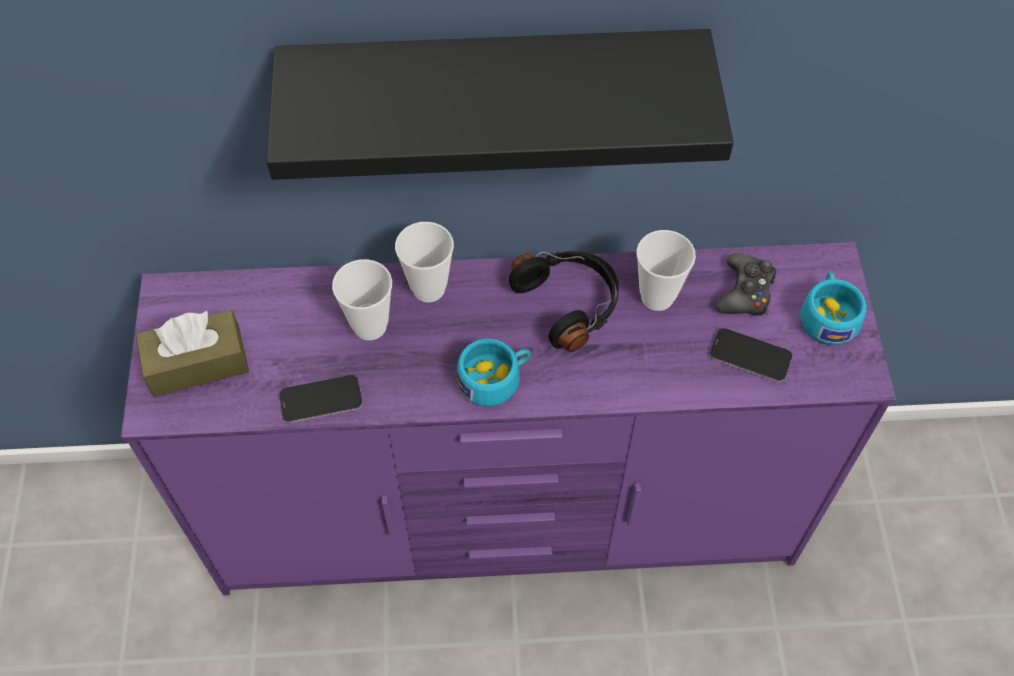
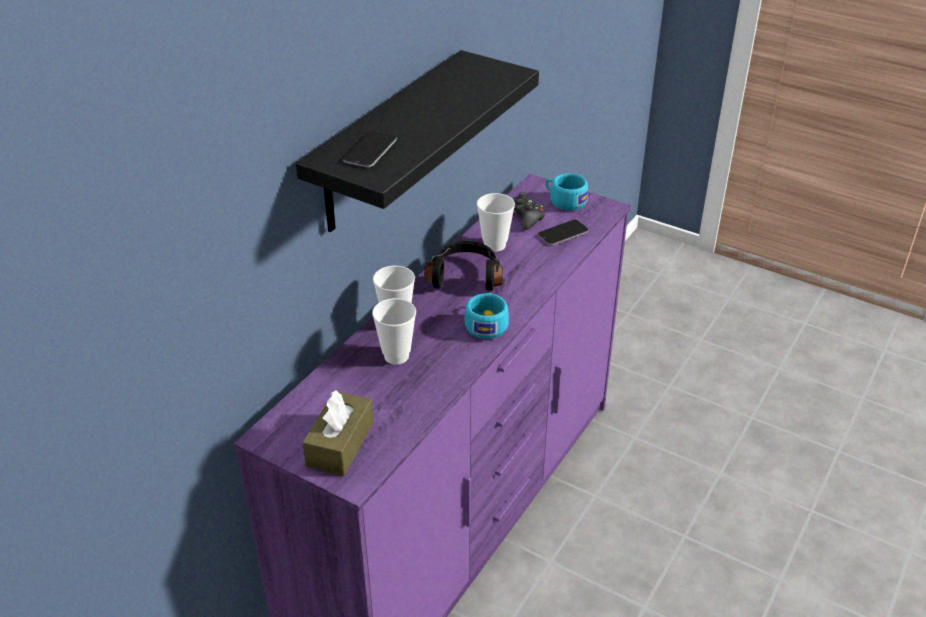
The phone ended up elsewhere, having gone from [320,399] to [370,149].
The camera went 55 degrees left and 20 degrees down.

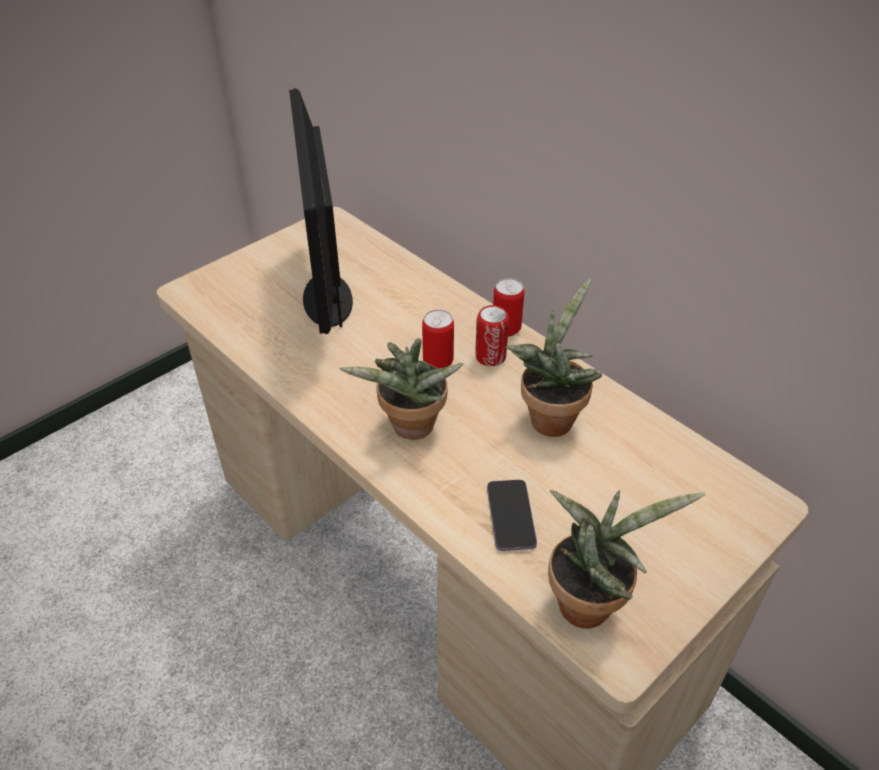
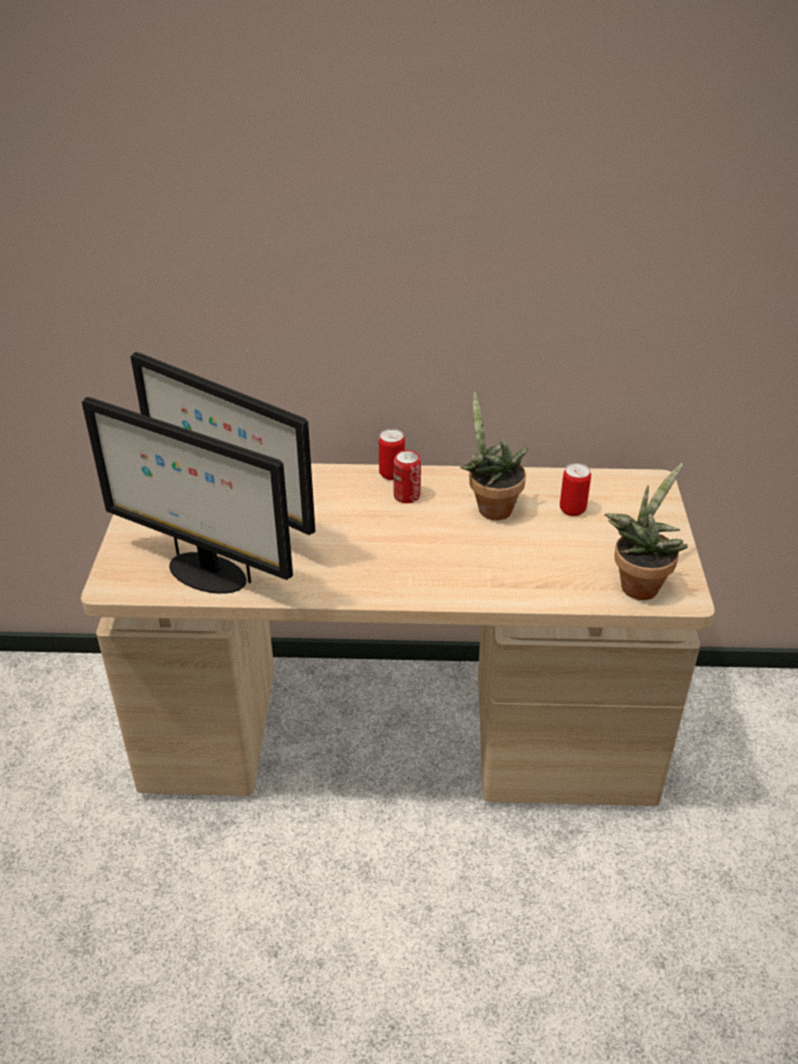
The second view lost the potted plant at [401,389].
The second view lost the phone at [512,515].
The second view gained the monitor at [187,495].
The can ended up elsewhere, having gone from [438,339] to [575,489].
The camera went 45 degrees left and 5 degrees down.

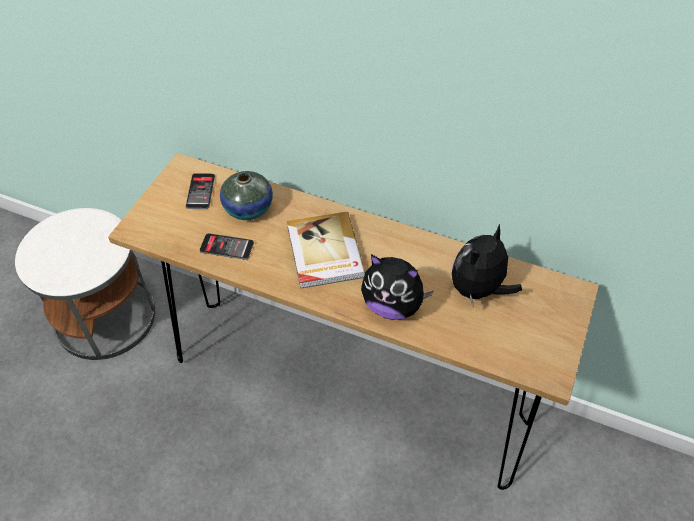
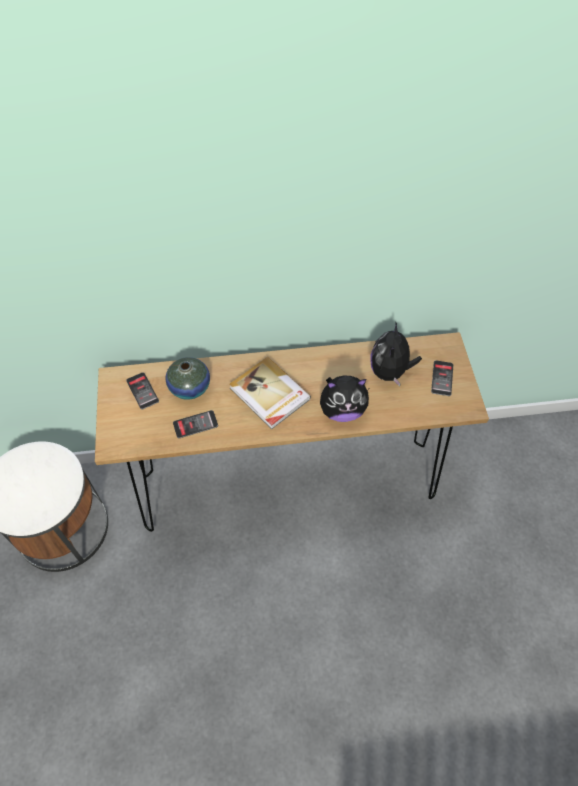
The second view gained the phone at [442,378].
The camera went 30 degrees left and 5 degrees up.

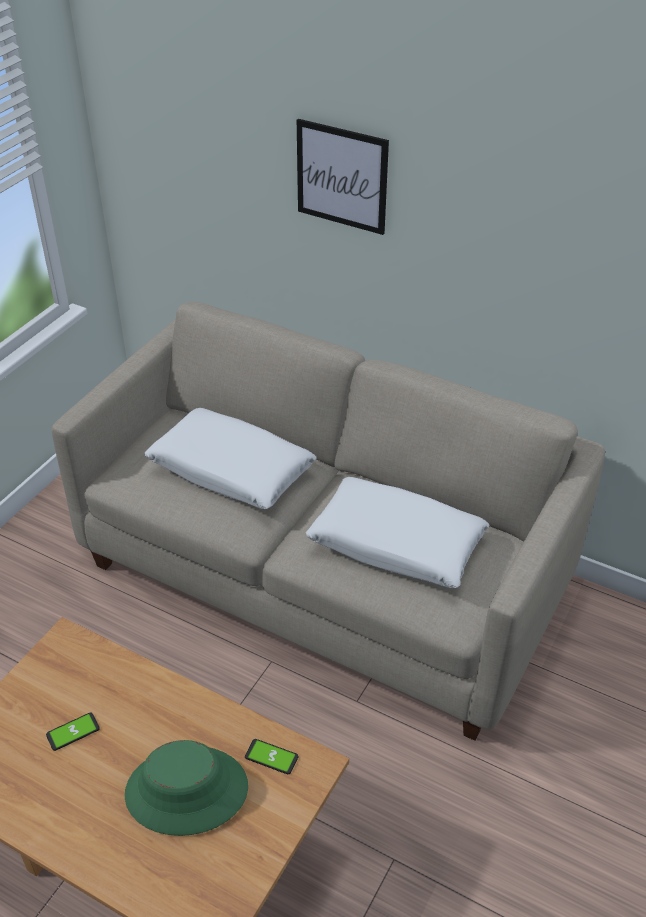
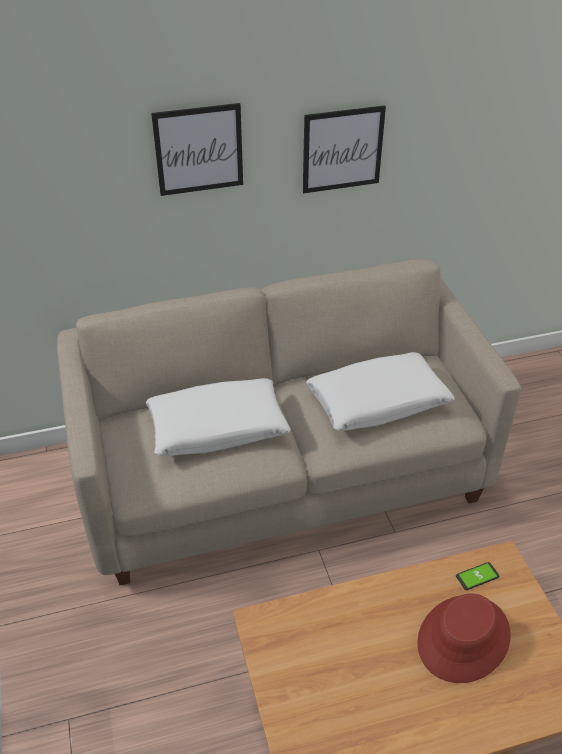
The second view lost the phone at [73,732].
The second view gained the picture at [344,149].
What was the hat (green) at [186,788] turned into the hat (red) at [464,638].
The camera went 45 degrees left and 0 degrees up.

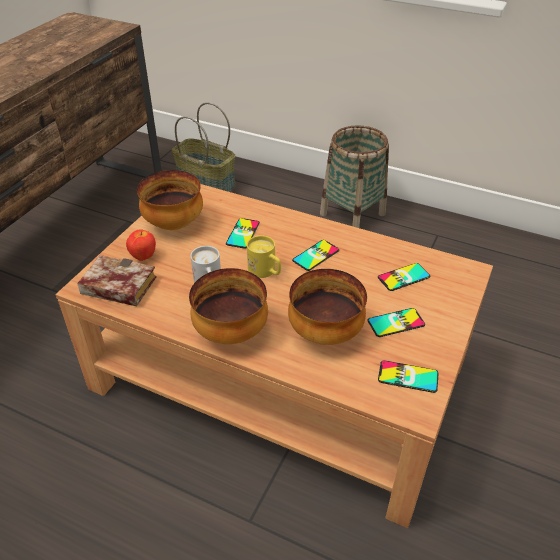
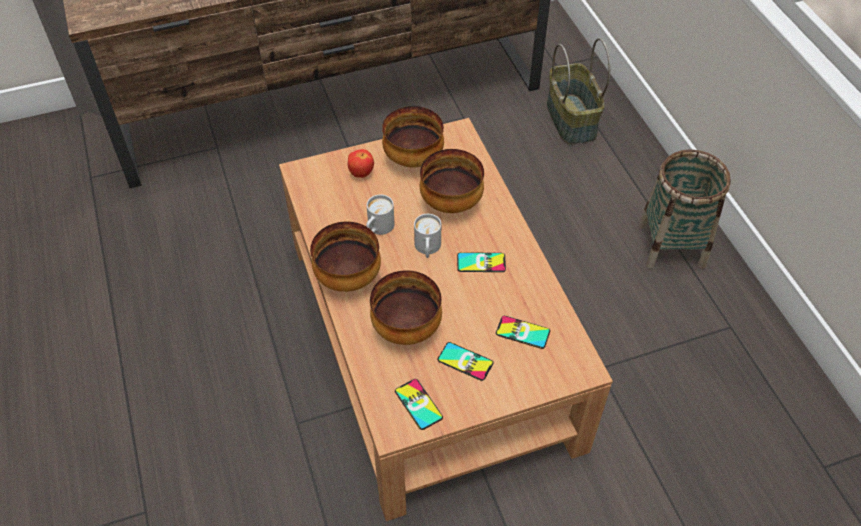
The second view lost the book at [117,280].
Where the phone stood at [243,233], the bowl came to stand at [452,181].
What was the mug (yellow) at [264,256] turned into the mug (white) at [427,236].
The camera went 45 degrees right and 10 degrees up.

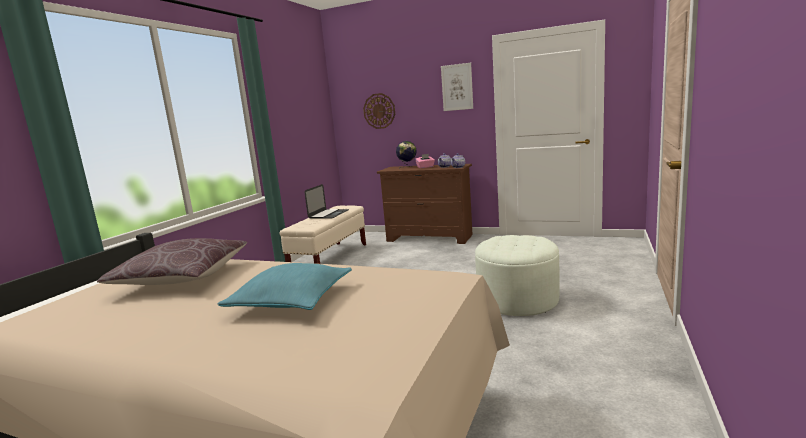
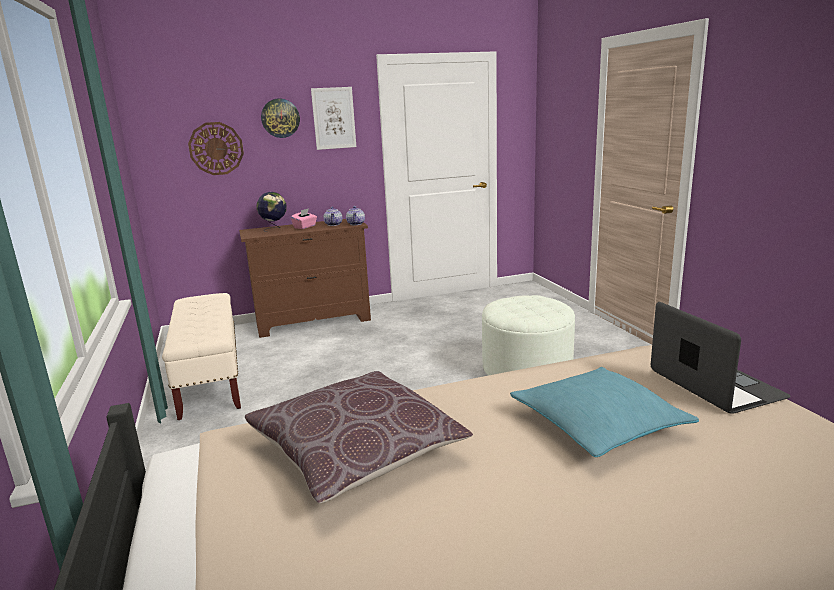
The second view gained the wall clock at [280,118].
The laptop ended up elsewhere, having gone from [326,201] to [721,358].
The camera went 40 degrees left and 5 degrees up.

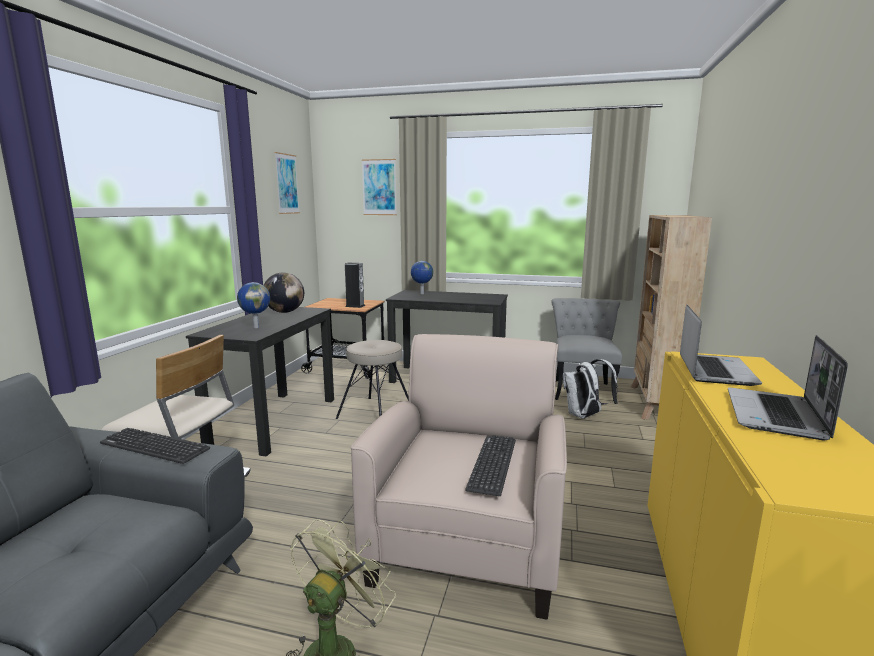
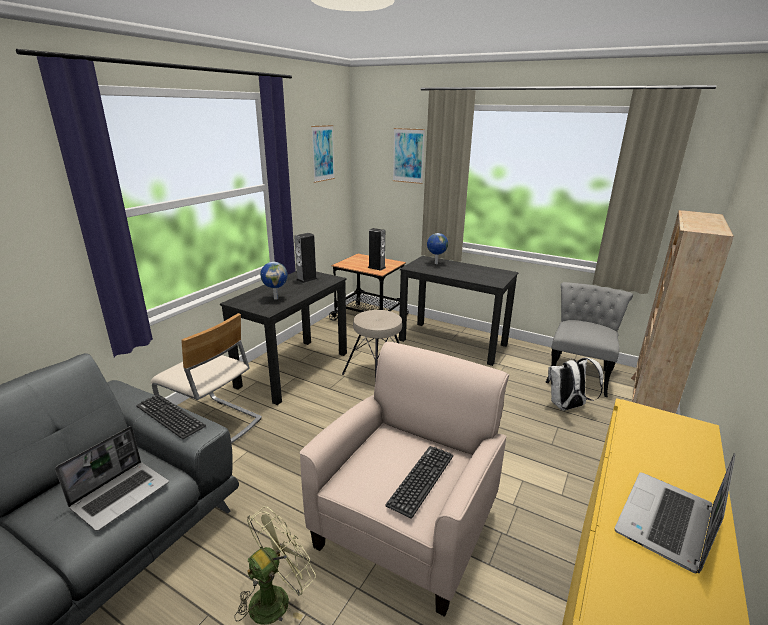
The laptop ended up elsewhere, having gone from [721,345] to [112,478].
Where the globe stood at [284,292], the speaker came to stand at [305,258].
The camera went 15 degrees right and 10 degrees up.

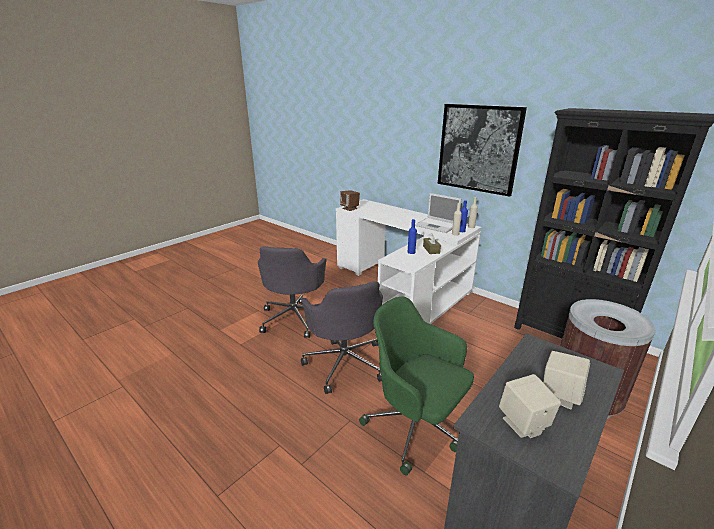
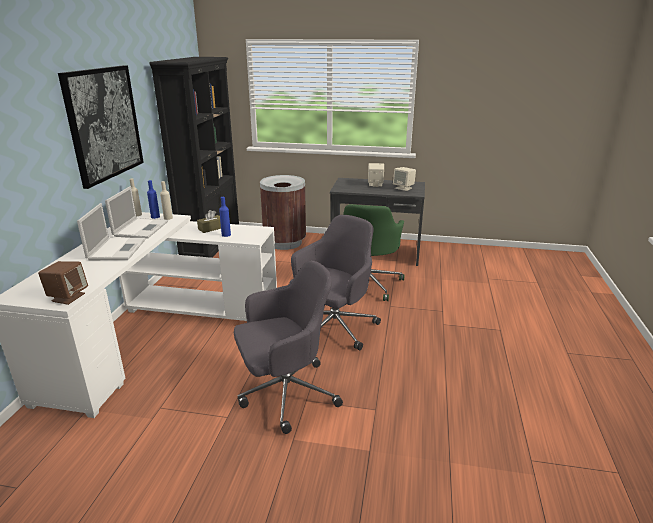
The second view gained the laptop at [111,231].
The camera went 120 degrees left and 0 degrees up.

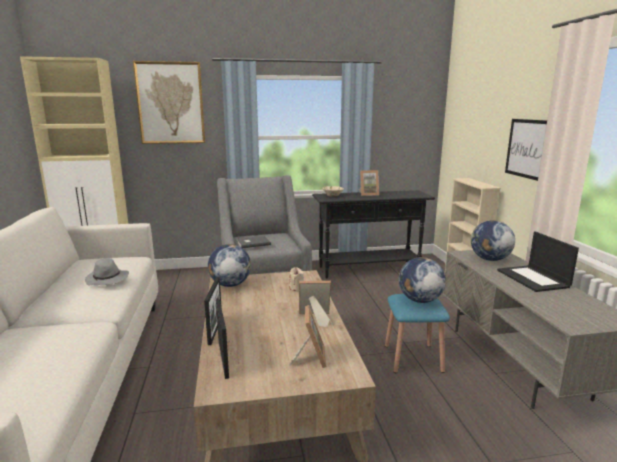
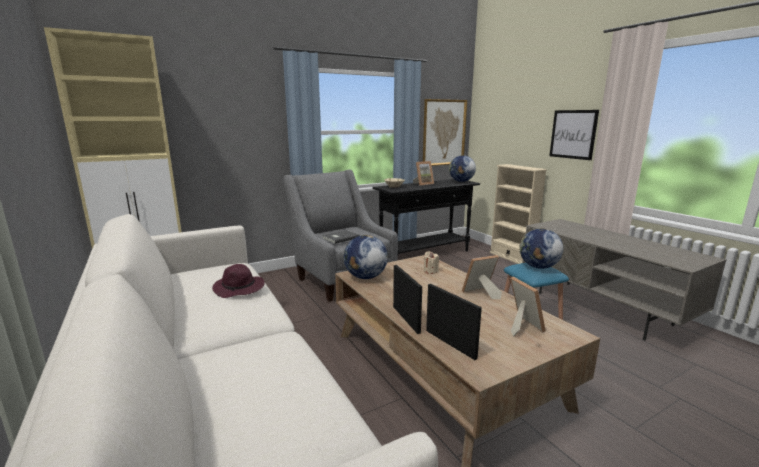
The second view lost the laptop at [538,261].
The picture ended up elsewhere, having gone from [169,102] to [445,132].
The globe ended up elsewhere, having gone from [493,240] to [462,168].
What was the hat (grey) at [107,272] turned into the hat (purple) at [238,281].
The camera went 20 degrees left and 0 degrees up.

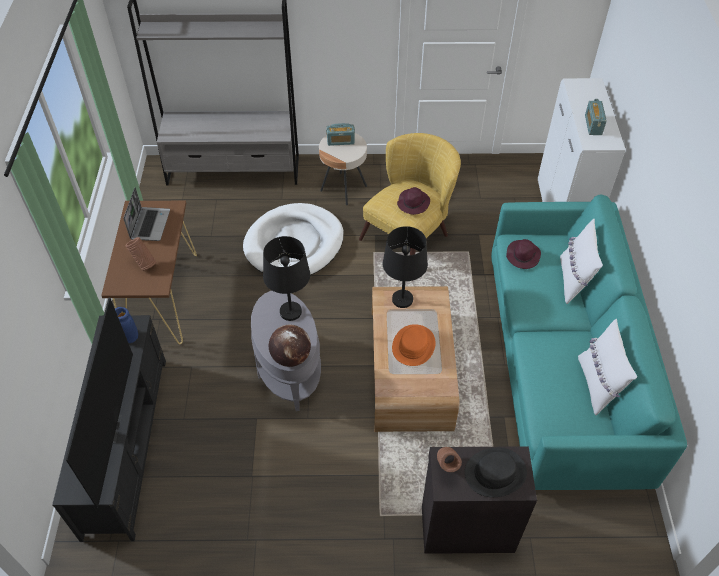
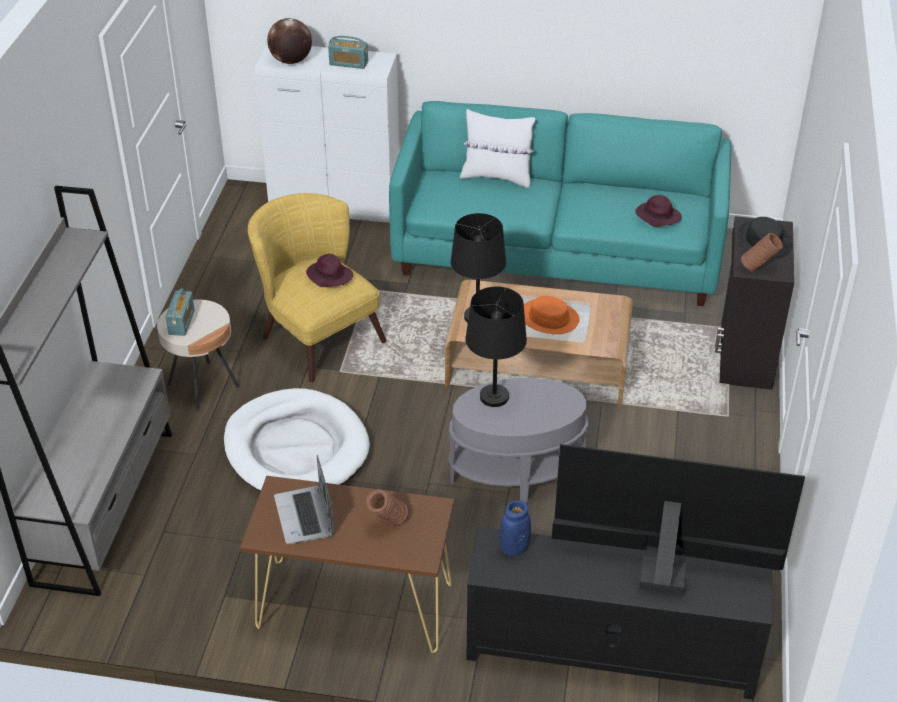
The second view lost the pillow (white) at [607,367].
The globe ended up elsewhere, having gone from [290,345] to [289,41].
The hat (purple) ended up elsewhere, having gone from [523,254] to [658,211].
The laptop at [146,214] ended up facing another way, 120 degrees counterclockwise from before.
The camera went 80 degrees left and 10 degrees down.

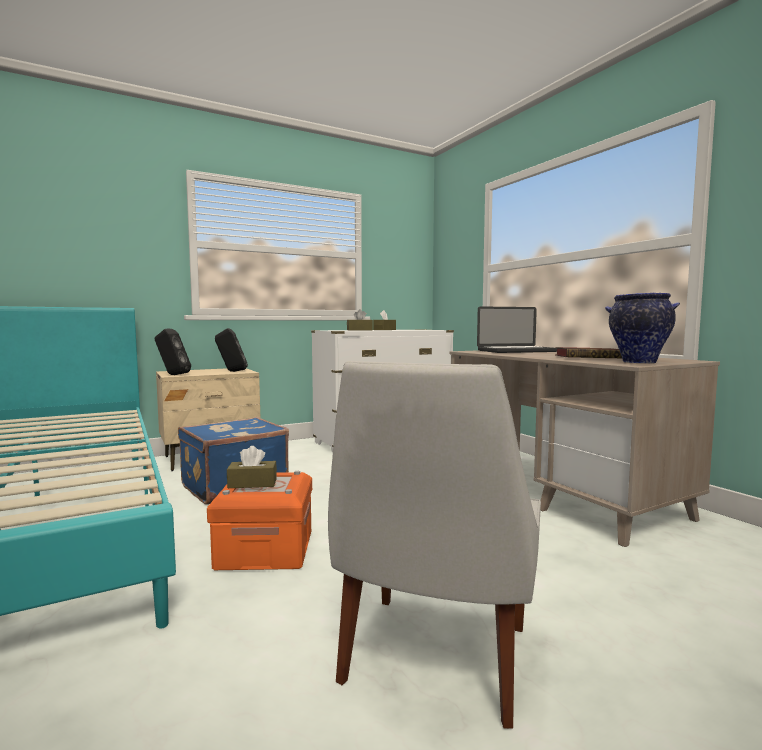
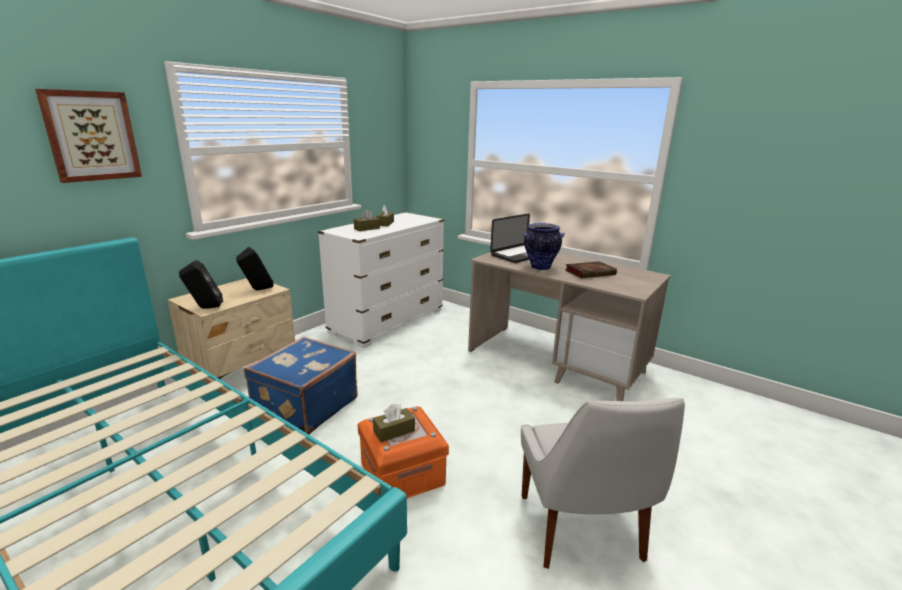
The second view gained the picture at [88,136].
The vase ended up elsewhere, having gone from [642,328] to [543,246].
The camera went 25 degrees left and 15 degrees up.

